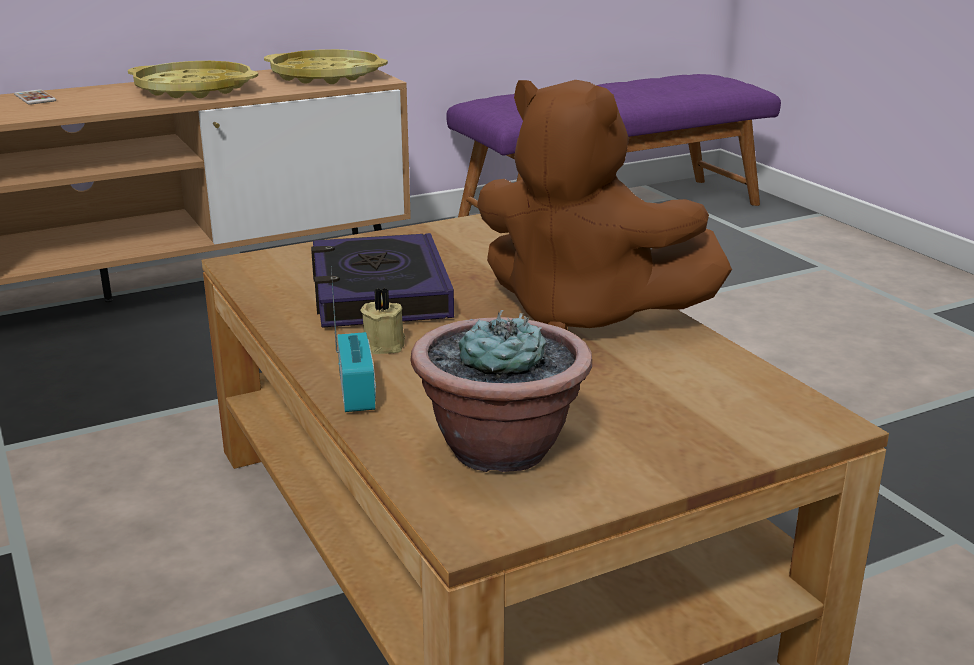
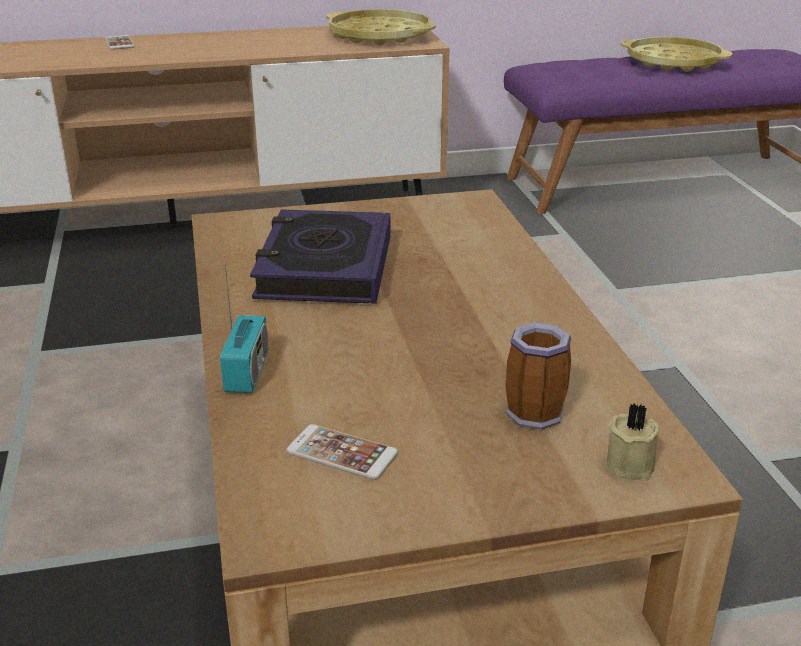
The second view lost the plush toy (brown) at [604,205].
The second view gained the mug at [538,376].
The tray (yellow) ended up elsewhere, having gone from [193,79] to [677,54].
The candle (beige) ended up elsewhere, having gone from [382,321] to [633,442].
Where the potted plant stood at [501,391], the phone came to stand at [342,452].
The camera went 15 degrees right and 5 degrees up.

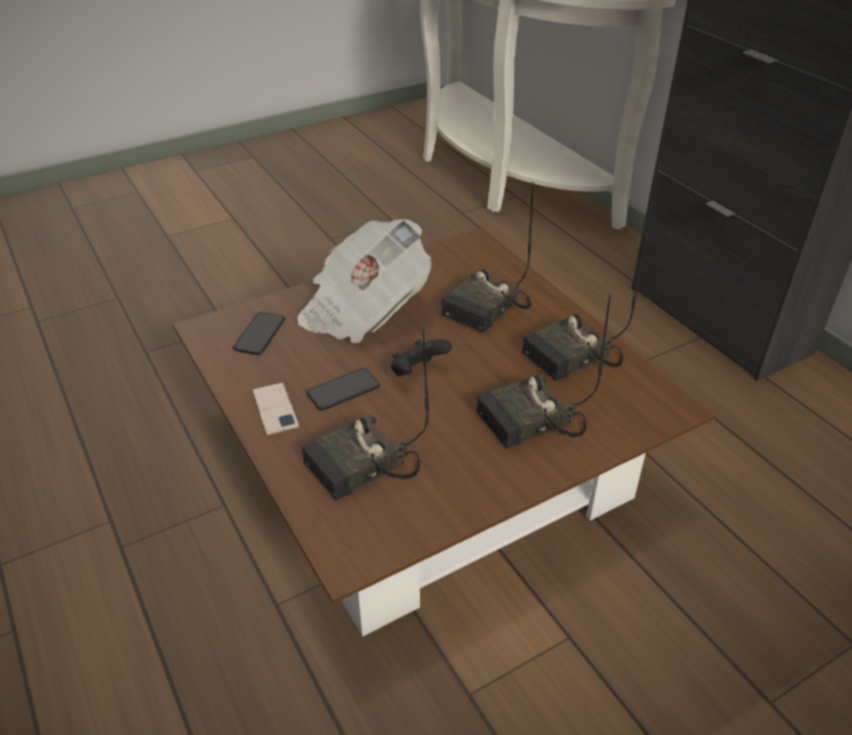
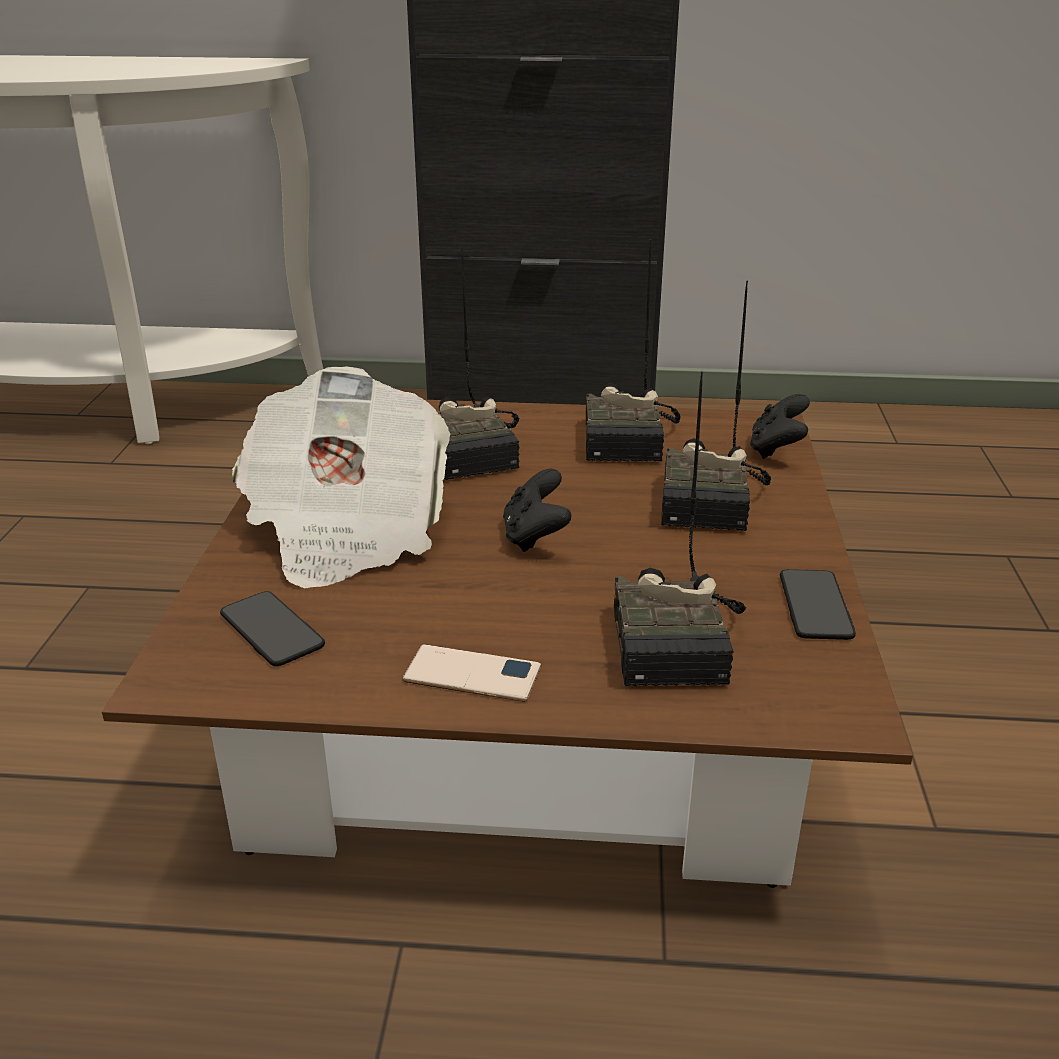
The second view gained the game controller (black) at [780,426].
The phone ended up elsewhere, having gone from [343,389] to [818,604].
The camera went 55 degrees left and 10 degrees down.

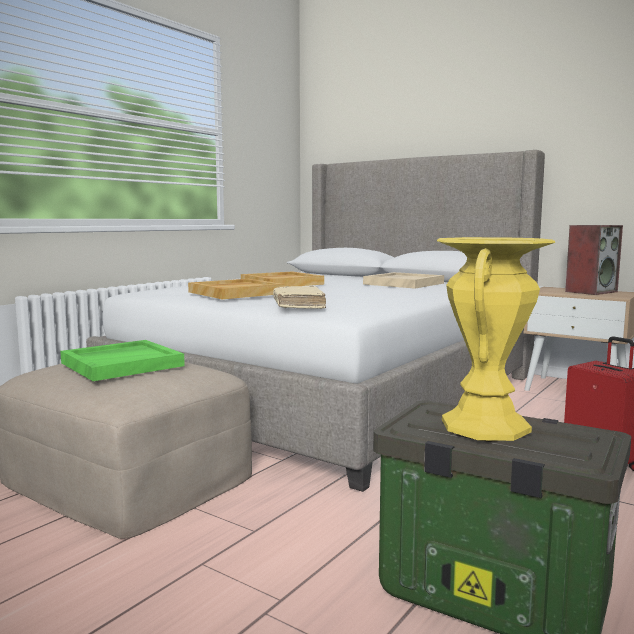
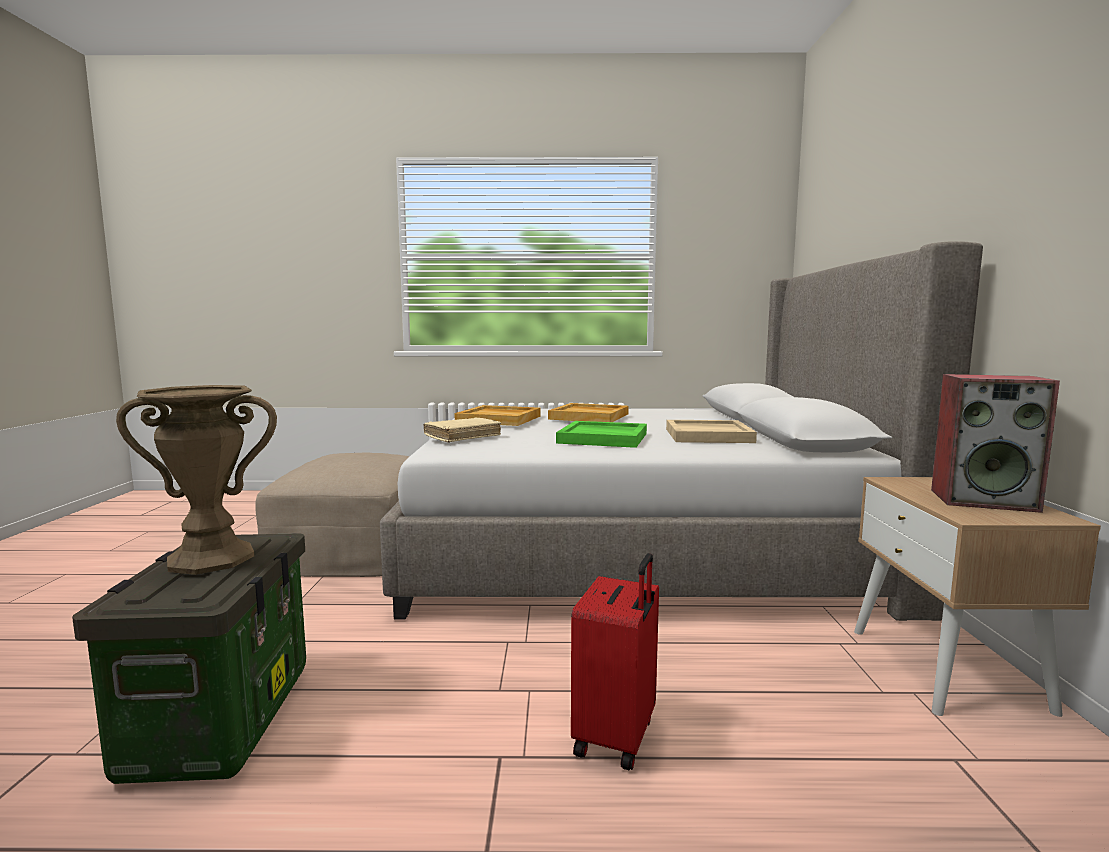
The tray (green) ended up elsewhere, having gone from [122,360] to [601,434].
What was the vase (yellow) at [496,339] turned into the vase (brown) at [196,480].
The camera went 55 degrees right and 0 degrees up.

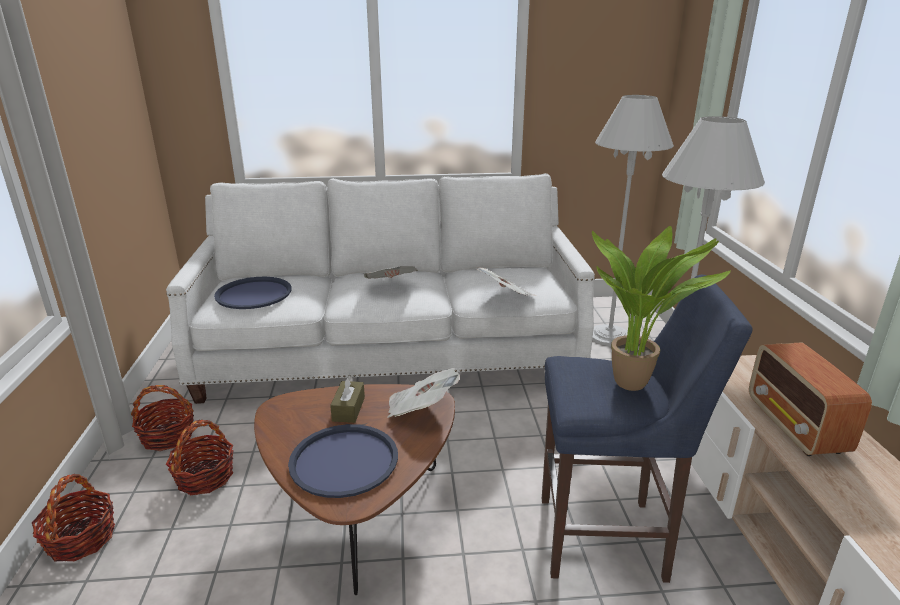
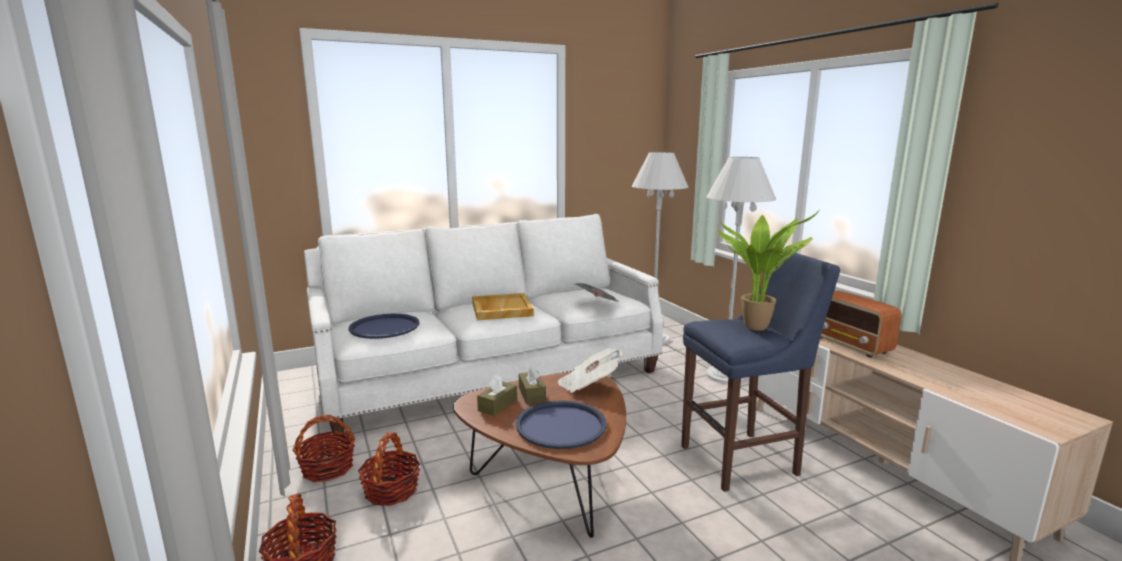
The second view gained the tissue box (brown) at [497,395].
Where the newspaper stood at [391,272], the tray (beige) came to stand at [503,306].
The camera went 20 degrees left and 10 degrees down.

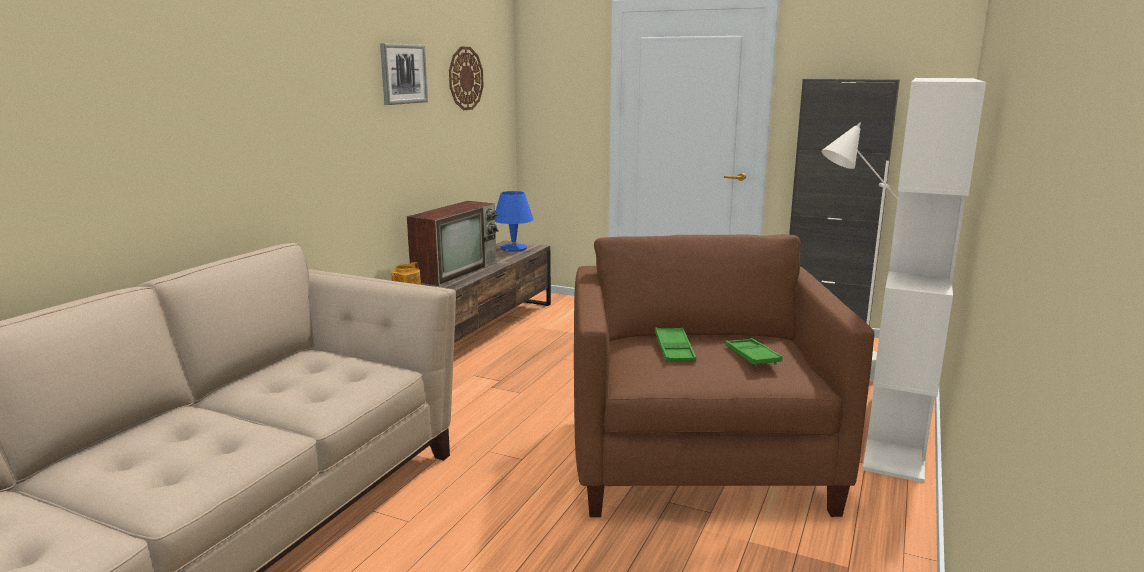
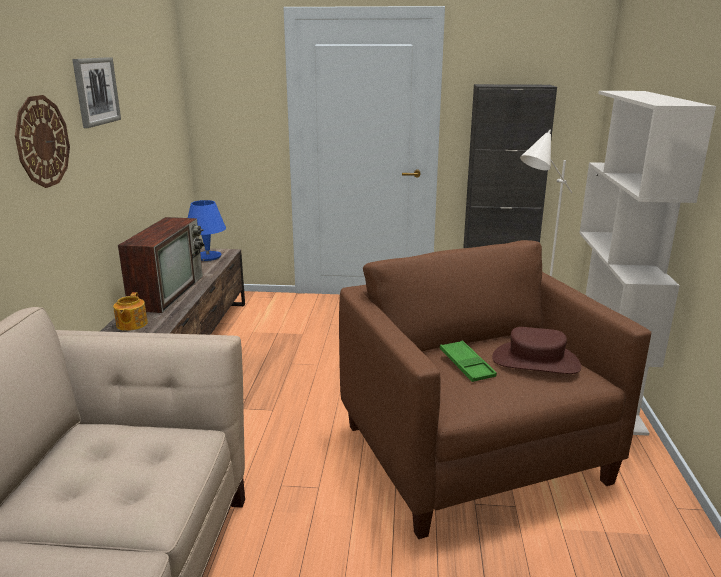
The wall clock ended up elsewhere, having gone from [466,78] to [42,141].
Where the tray (green) stood at [754,352], the hat (brown) came to stand at [536,350].
The camera went 20 degrees left and 5 degrees up.

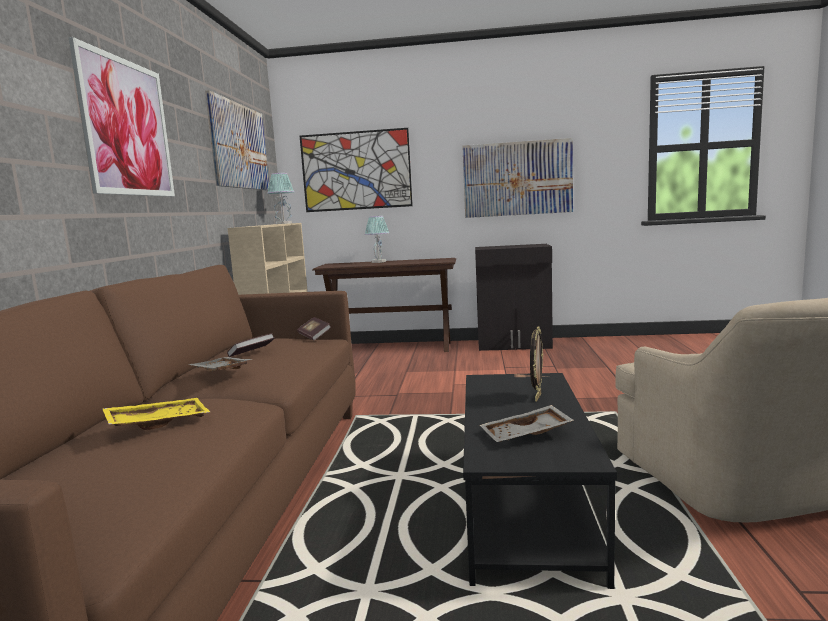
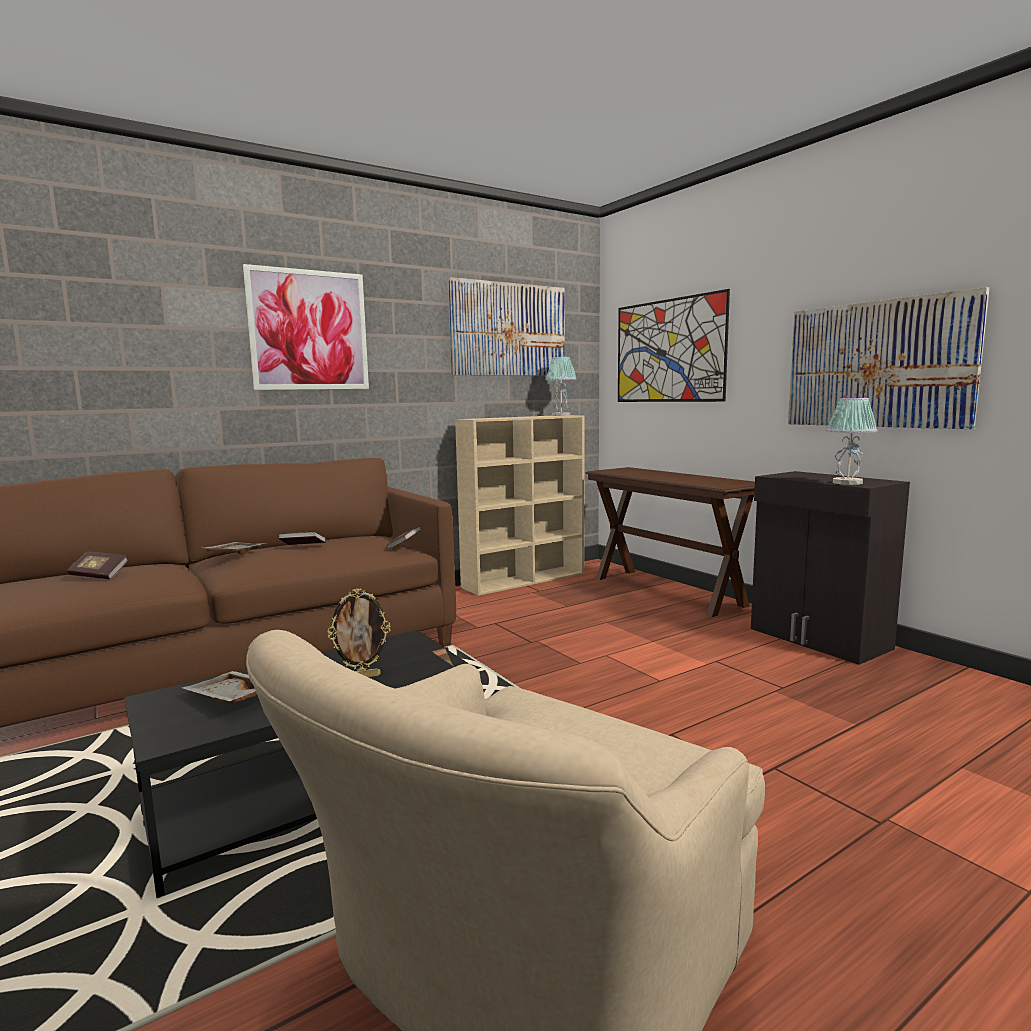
The table lamp ended up elsewhere, having gone from [377,239] to [851,441].
Where the tray (yellow) stood at [156,414], the book came to stand at [97,565].
The camera went 50 degrees right and 0 degrees up.

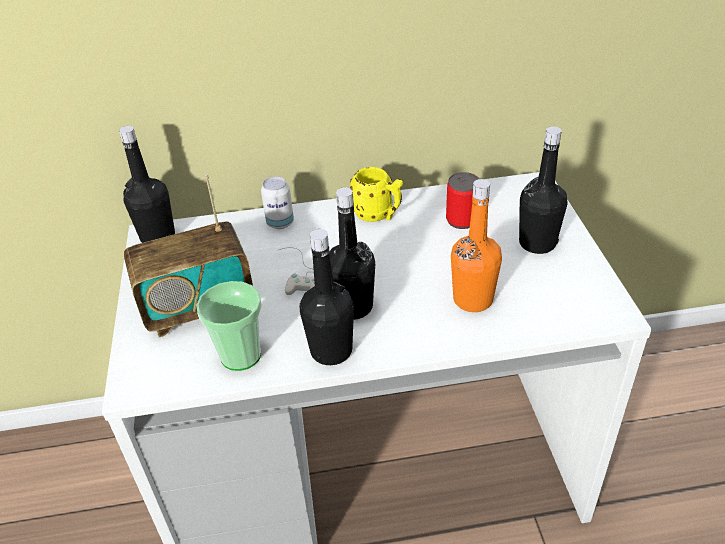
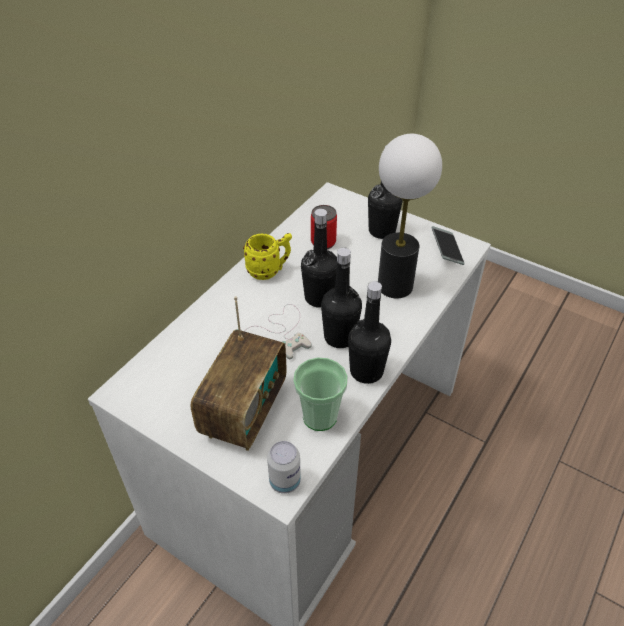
The second view gained the phone at [448,245].
The bottle (black) ended up elsewhere, having gone from [147,184] to [319,258].
The can ended up elsewhere, having gone from [277,203] to [284,467].
Where the bottle (orange) stood at [476,245], the table lamp came to stand at [410,216].
The camera went 50 degrees left and 5 degrees up.

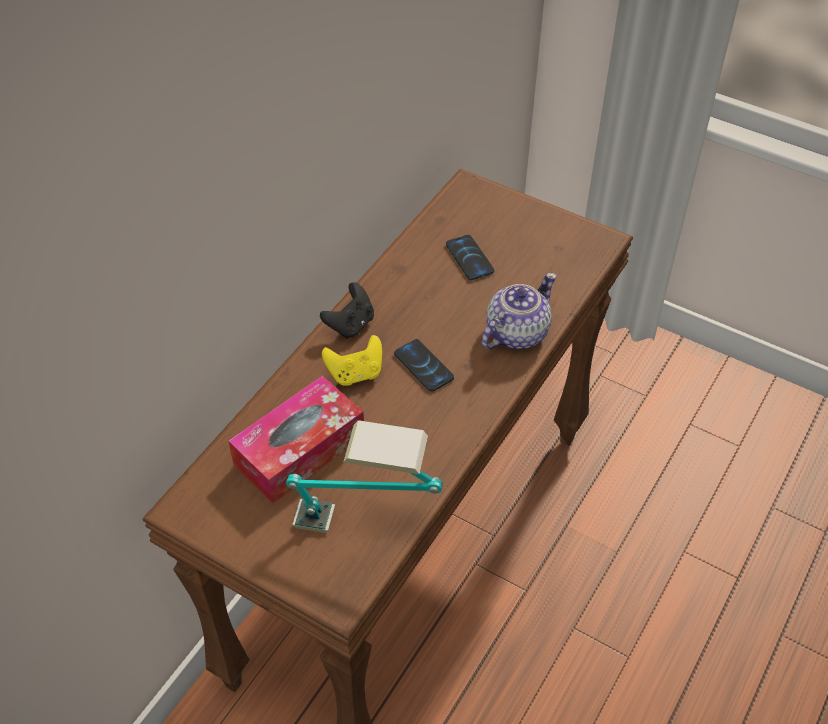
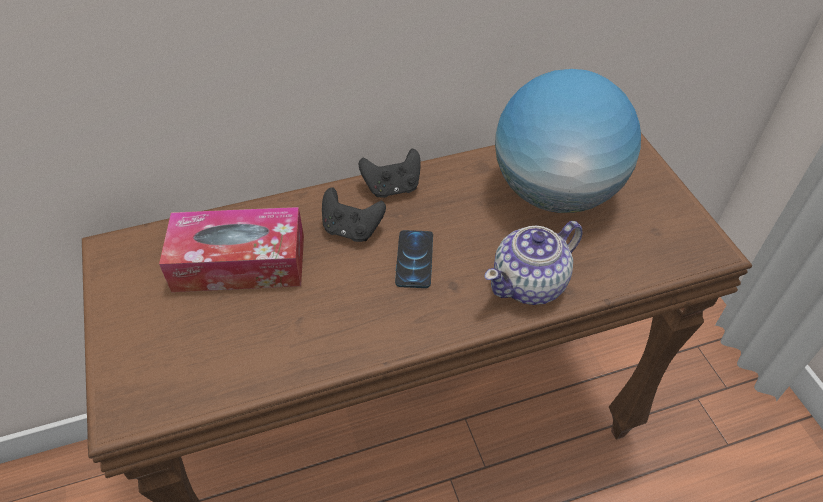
The second view lost the table lamp at [364,476].
Where the phone stood at [470,257], the globe came to stand at [568,141].
What was the game controller (yellow) at [352,360] turned into the game controller (black) at [354,214].
The teapot at [519,311] ended up facing another way, 150 degrees clockwise from before.
The camera went 40 degrees right and 0 degrees up.

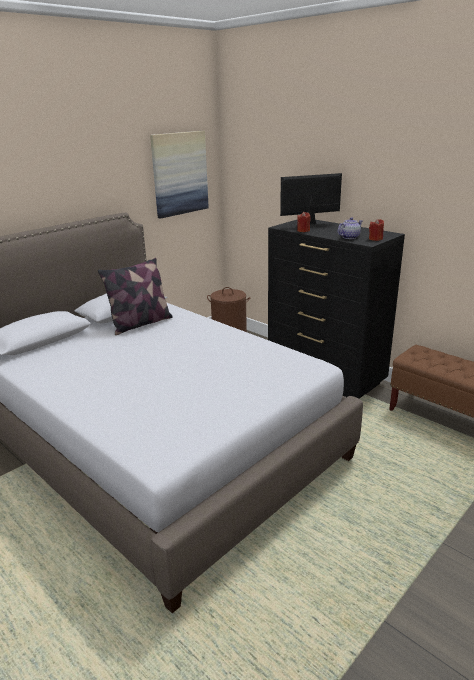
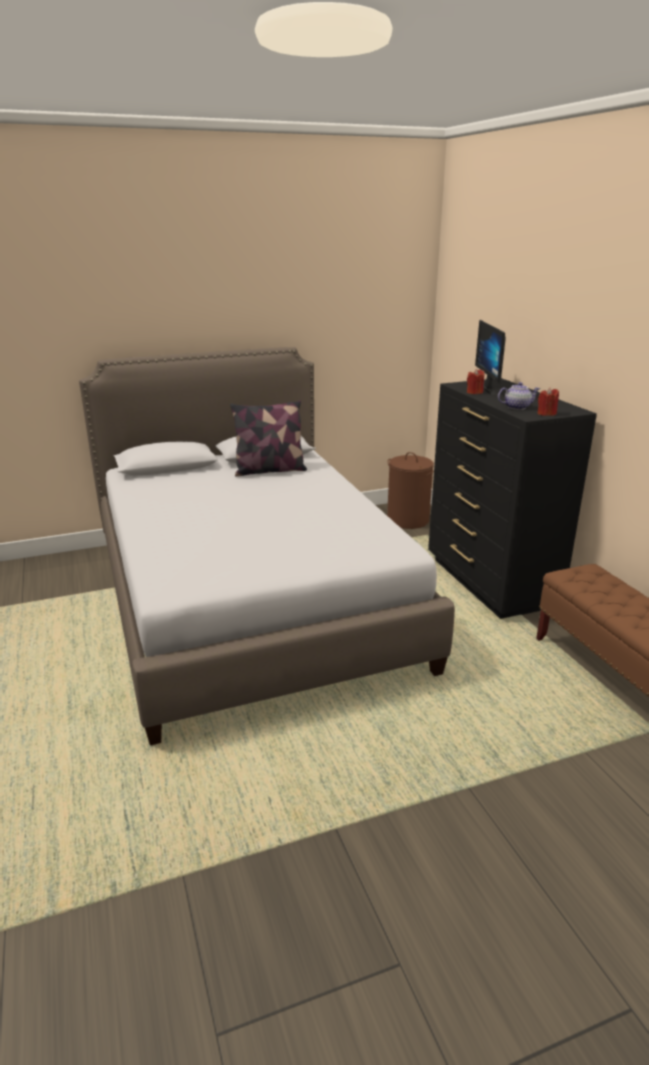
The second view lost the picture at [179,175].
The monitor at [311,201] ended up facing another way, 105 degrees counterclockwise from before.
The camera went 25 degrees right and 0 degrees up.

